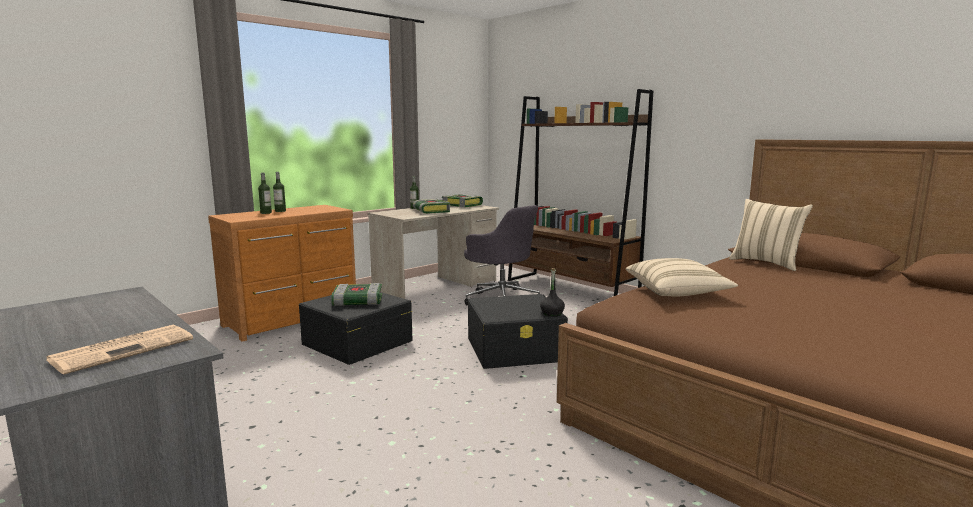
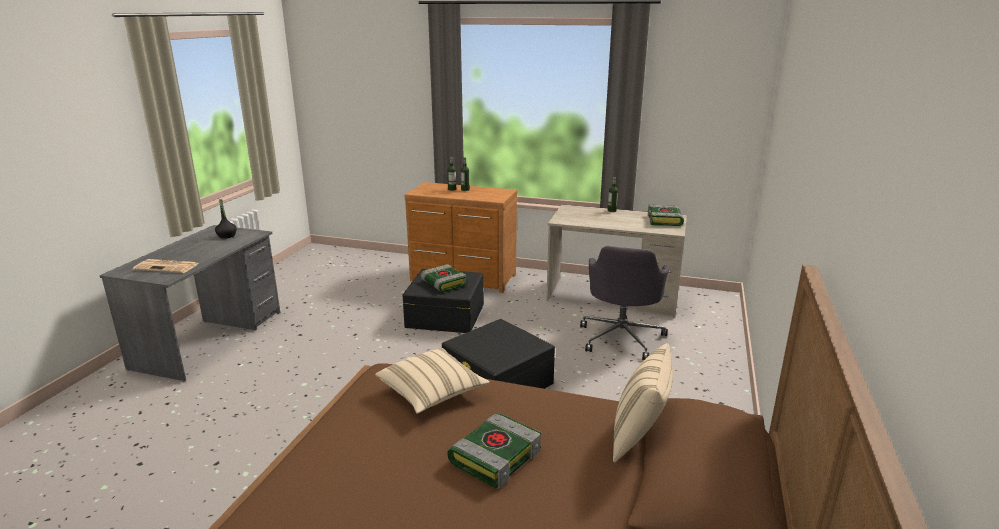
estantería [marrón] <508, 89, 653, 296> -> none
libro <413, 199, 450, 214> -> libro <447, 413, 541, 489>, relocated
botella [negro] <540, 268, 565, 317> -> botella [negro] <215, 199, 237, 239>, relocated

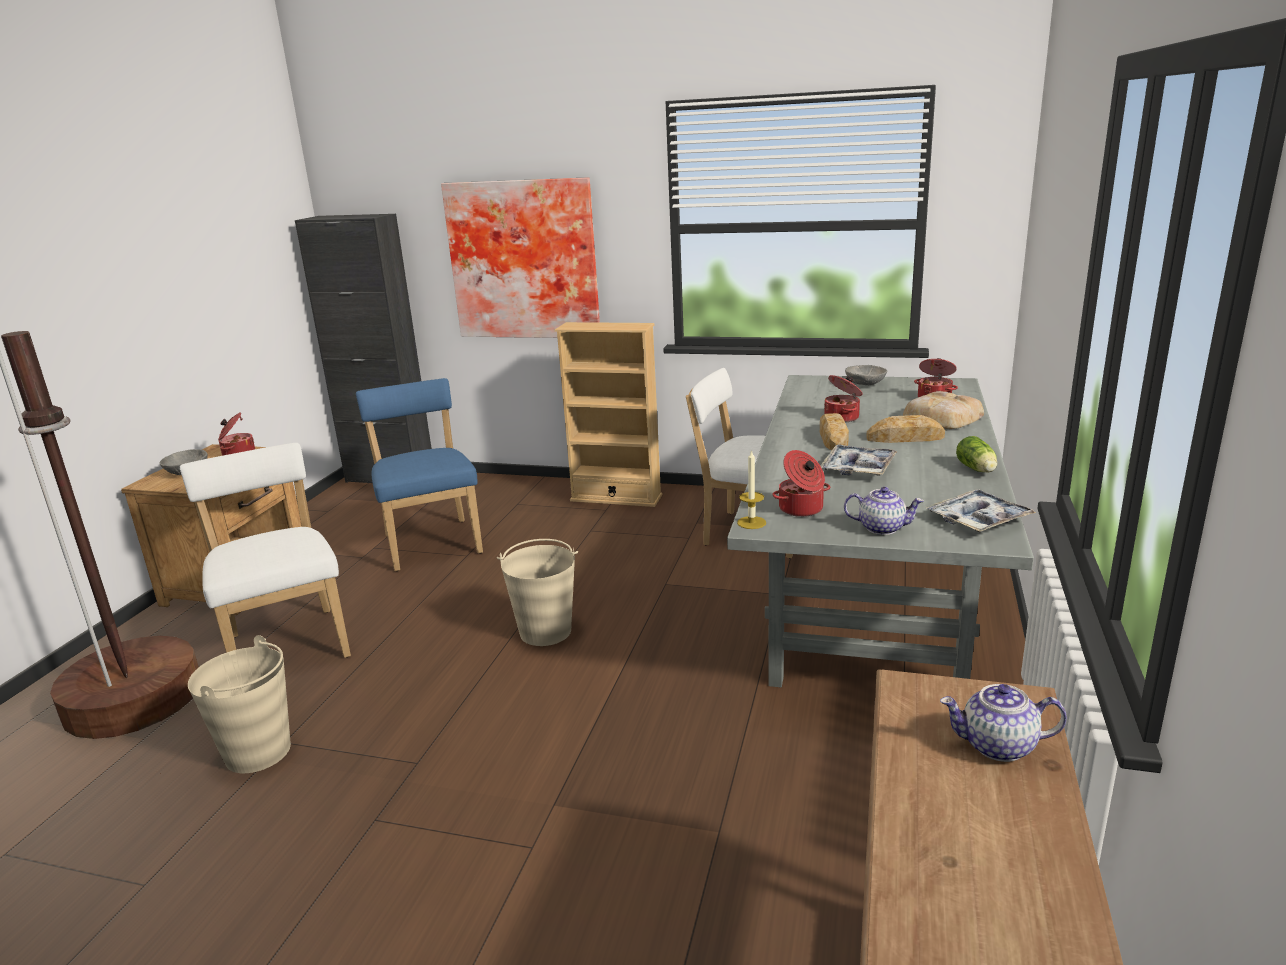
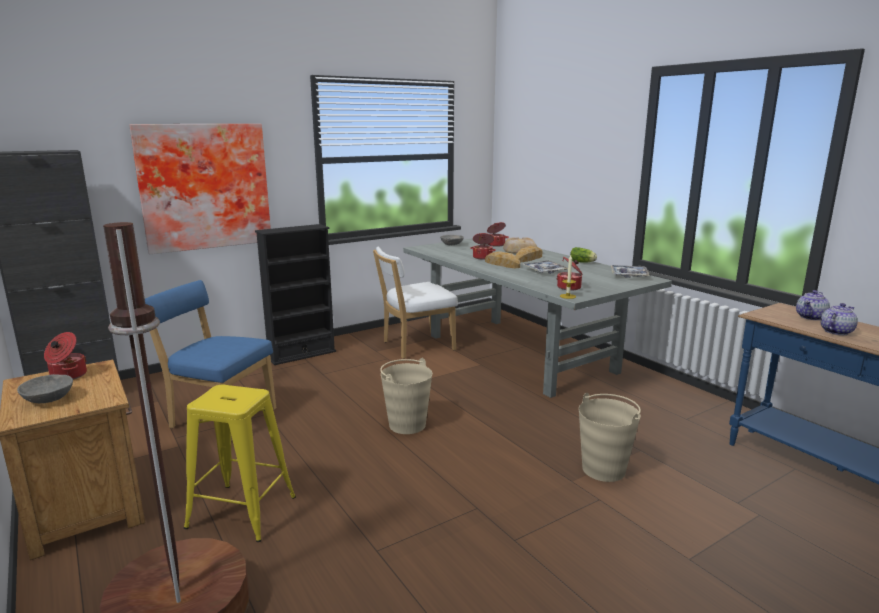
cubo [beis] <188, 635, 291, 773> -> cubo [beis] <579, 393, 641, 482>, relocated
tetera <844, 487, 924, 535> -> tetera <820, 303, 858, 335>, relocated
silla [blanco] <180, 443, 351, 658> -> taburete [amarillo] <184, 385, 296, 542>
estantería [beis] <555, 322, 662, 507> -> estantería [negro] <255, 224, 336, 365>

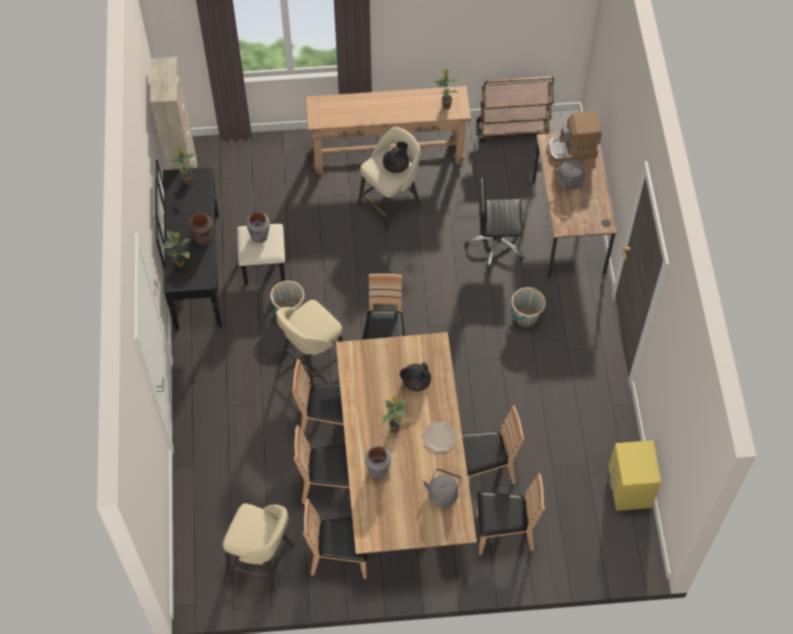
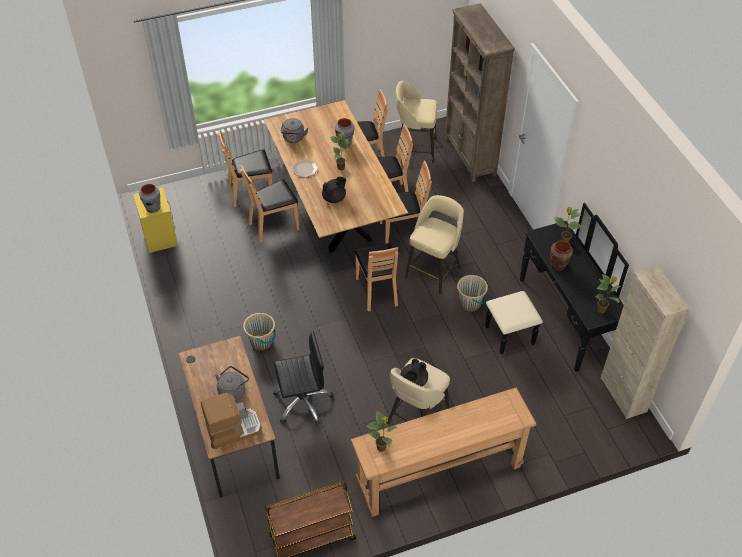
none -> estantería [marrón] <444, 3, 515, 182>
florero [gris] <246, 212, 270, 243> -> florero [gris] <139, 184, 161, 213>, relocated

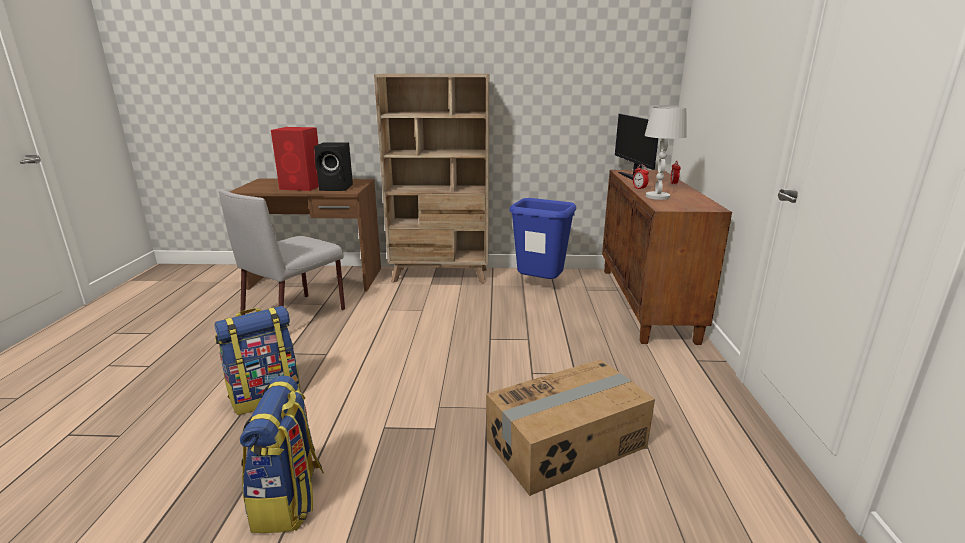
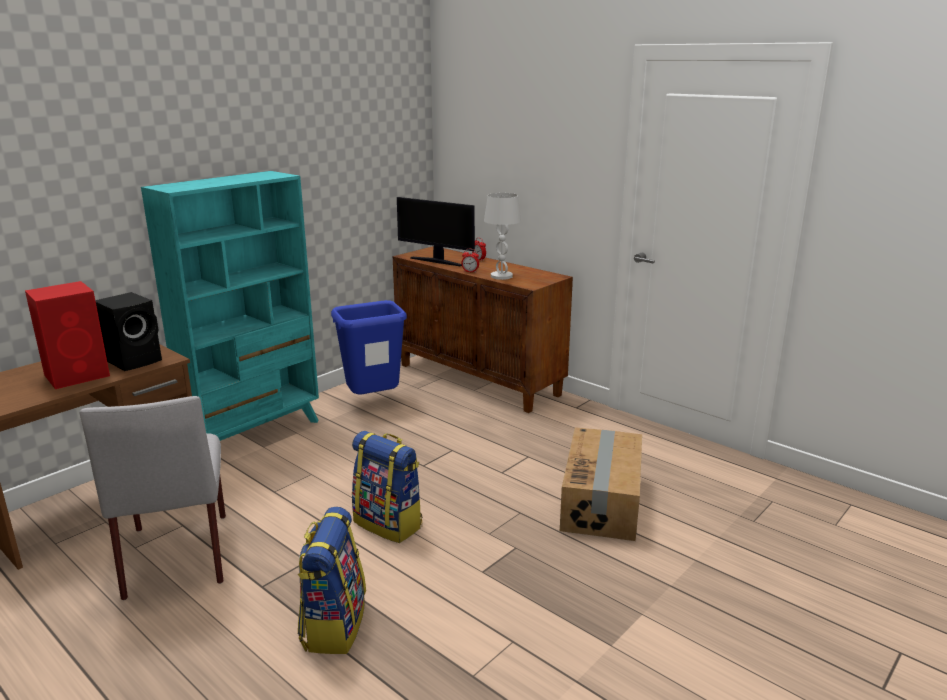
mochila <240, 375, 324, 533> -> mochila <352, 431, 422, 543>, relocated
estantería [beis] <374, 74, 489, 284> -> estantería [turquesa] <141, 171, 319, 441>

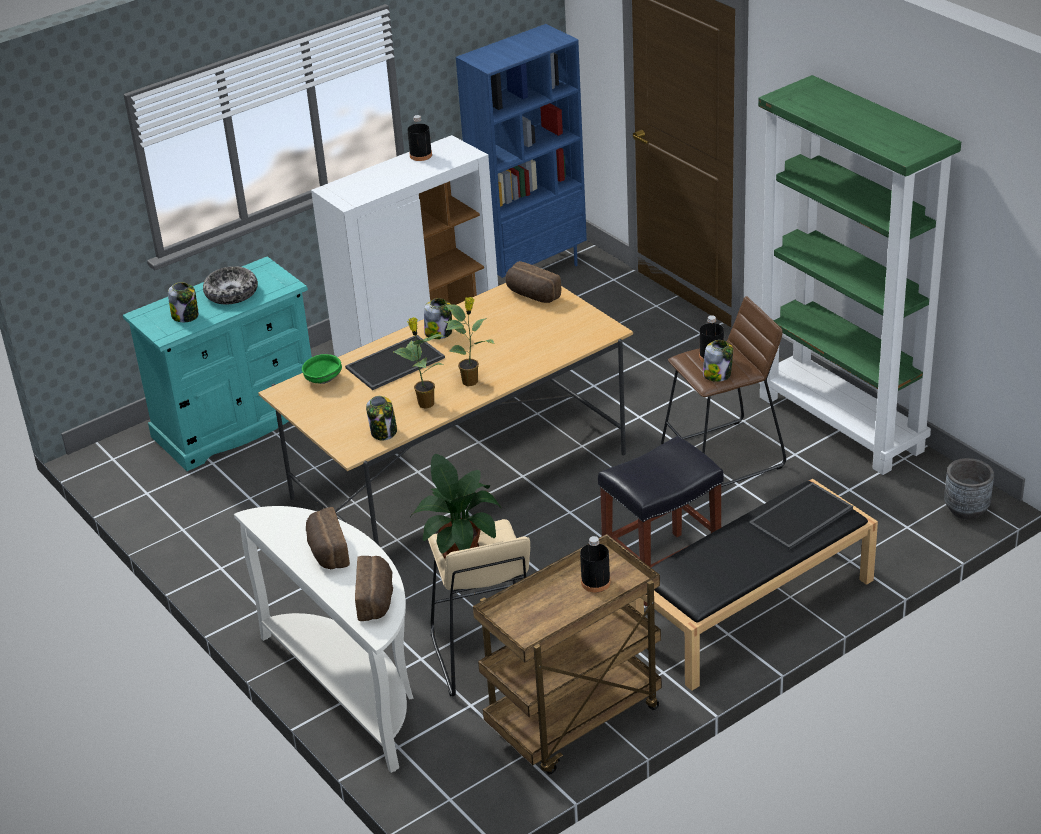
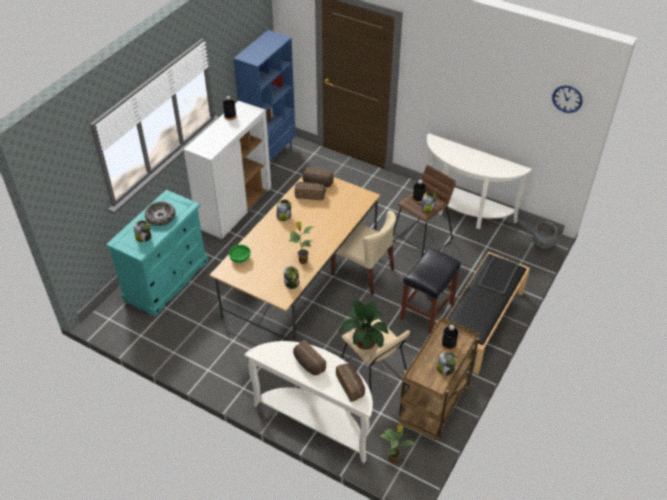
bandeja <345, 335, 445, 390> -> none
none -> pan <295, 182, 326, 200>
none -> silla [beis] <331, 211, 396, 295>
none -> tarro <437, 351, 457, 375>
none -> reloj de pared <552, 85, 583, 113>
planta en maceta <444, 297, 495, 386> -> planta en maceta <380, 425, 415, 463>, relocated
estantería [verde] <758, 75, 961, 475> -> mesa consola [blanco] <427, 133, 532, 229>

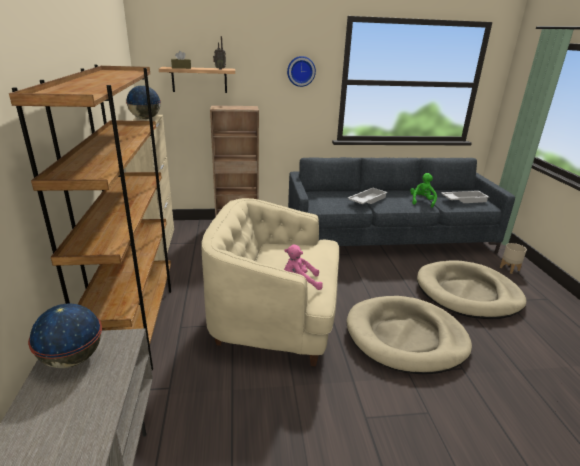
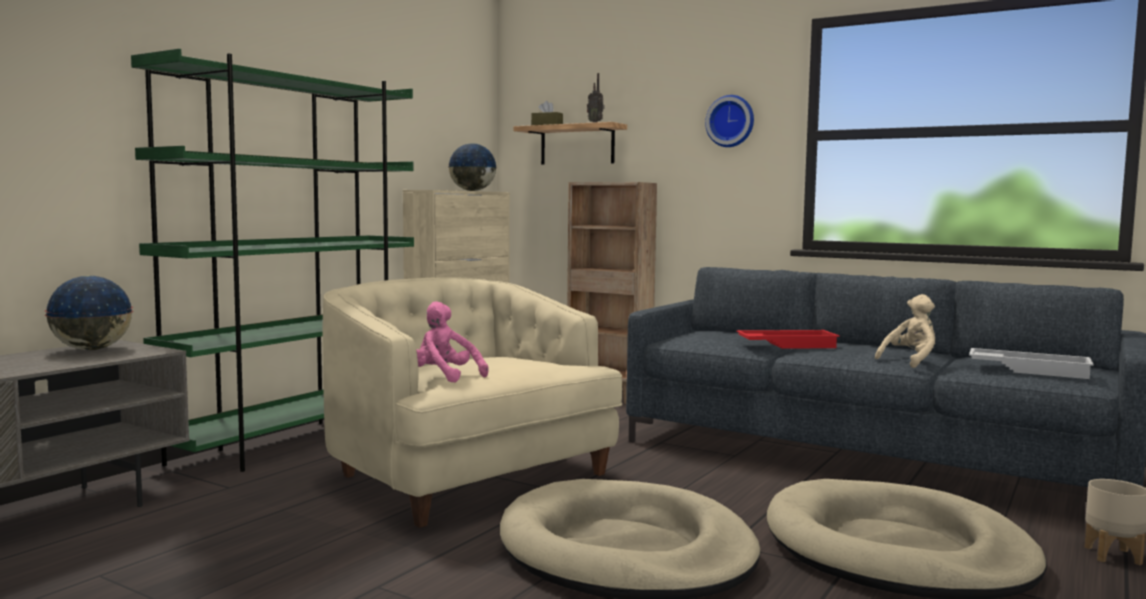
estantería [marrón] <9, 65, 171, 370> -> estantería [verde] <131, 49, 414, 472>
bandeja [blanco] <348, 188, 388, 204> -> bandeja [rojo] <736, 330, 840, 349>
peluche [verde] <410, 173, 437, 208> -> peluche [beis] <875, 294, 935, 368>

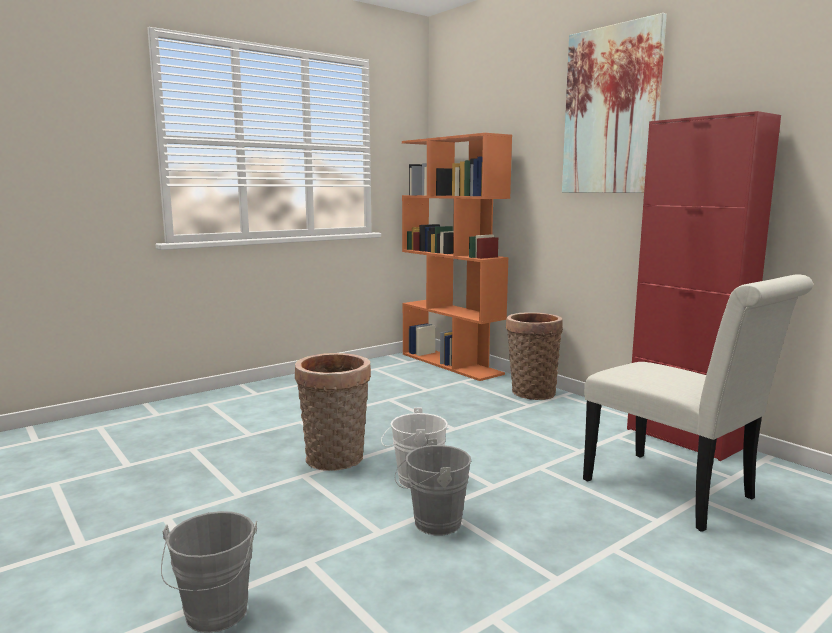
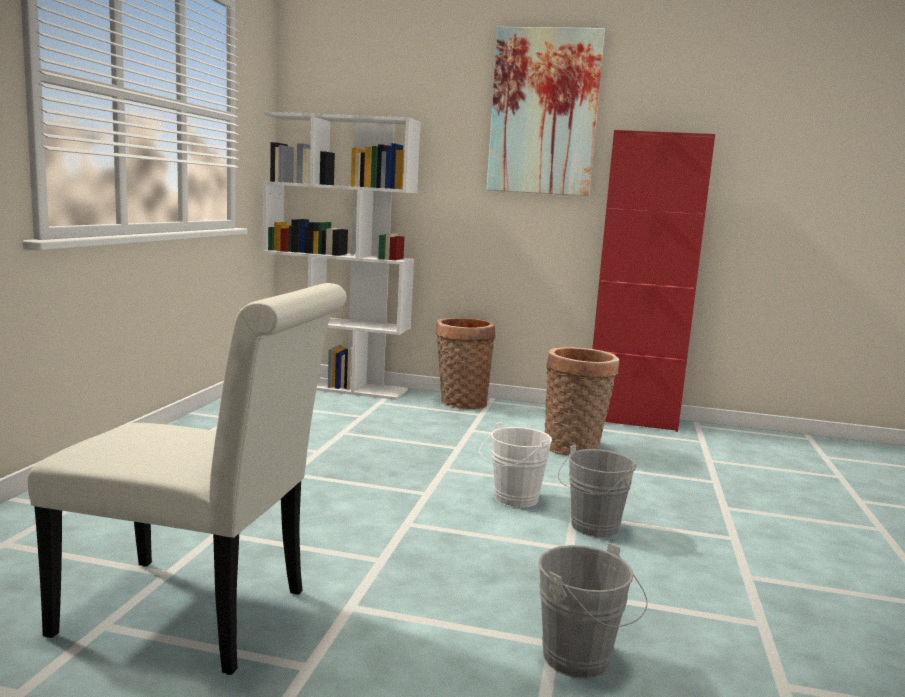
cesta <295, 353, 371, 471> -> cesta <544, 347, 619, 456>, relocated
silla [blanco] <583, 274, 813, 531> -> silla [blanco] <27, 283, 347, 675>, relocated
estantería [naranja] <402, 133, 512, 381> -> estantería [blanco] <263, 112, 421, 400>

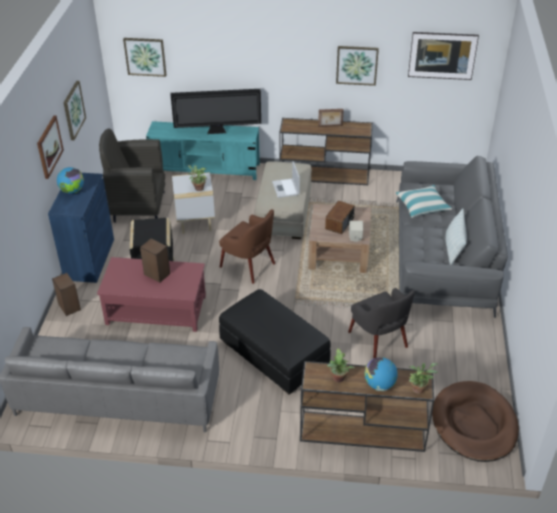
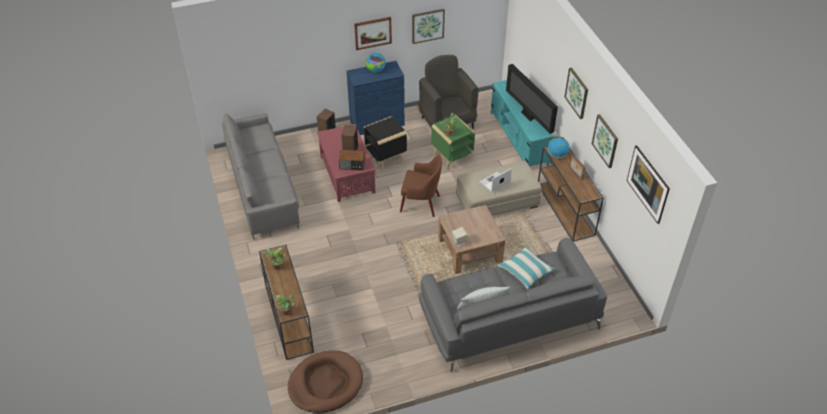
puf [negro] <219, 289, 331, 395> -> none
sillón [gris] <348, 288, 415, 359> -> none
cuadro <123, 38, 167, 77> -> cuadro <565, 67, 588, 119>, relocated
radio <325, 201, 355, 234> -> radio <339, 150, 365, 171>, relocated
globo terráqueo <365, 357, 398, 391> -> globo terráqueo <548, 137, 570, 158>, relocated
mesa auxiliar [blanco] <172, 172, 215, 234> -> mesa auxiliar [verde] <431, 115, 475, 170>
sillón [marrón] <219, 209, 275, 284> -> sillón [marrón] <400, 155, 442, 217>, 90 degrees counterclockwise

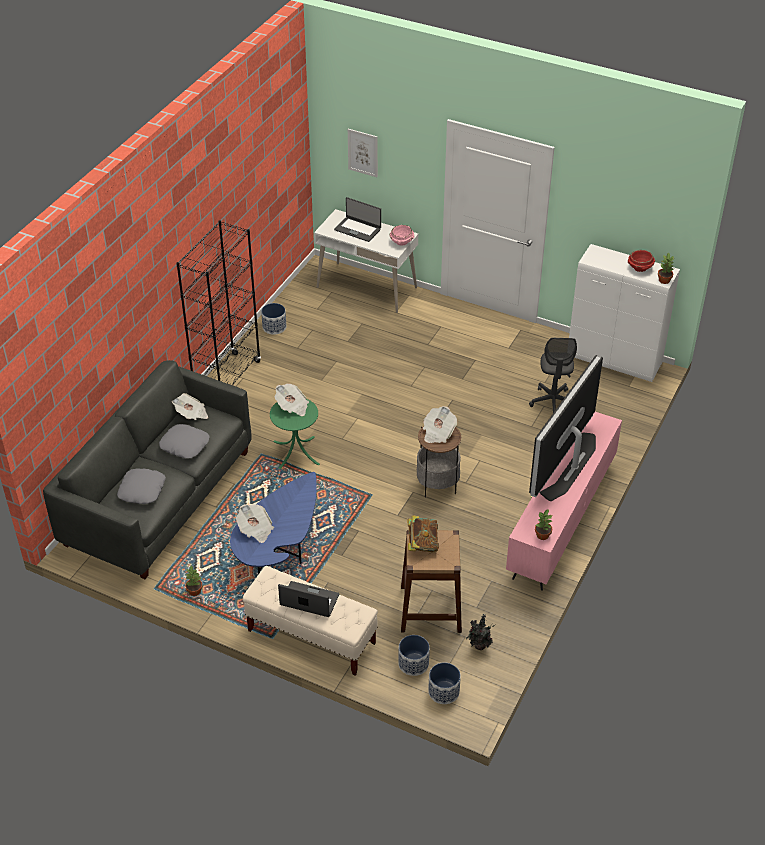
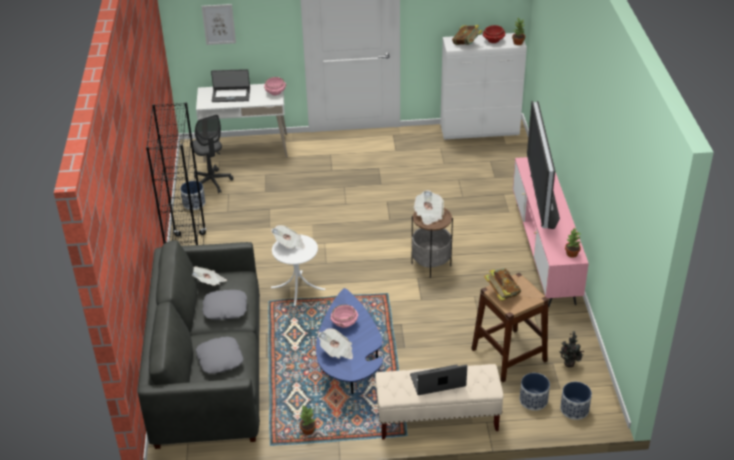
none -> cuenco [rosa] <330, 305, 358, 328>
none -> libro <452, 25, 482, 45>
silla de oficina [gris] <529, 338, 577, 413> -> silla de oficina [gris] <193, 115, 233, 193>, relocated
mesa auxiliar [verde] <270, 399, 320, 469> -> mesa auxiliar [blanco] <271, 234, 325, 306>

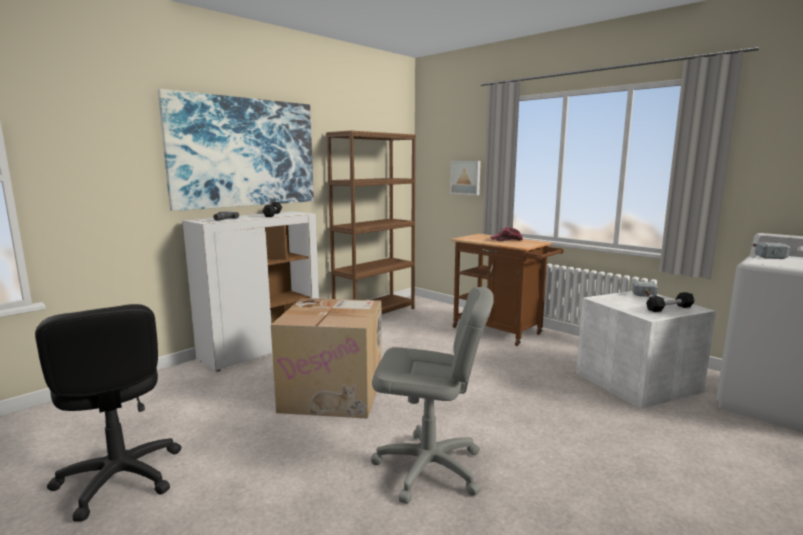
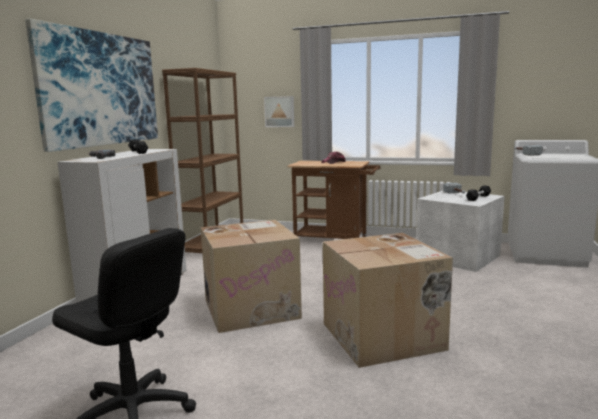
silla de oficina [gris] <371, 287, 494, 504> -> caja de cartón <323, 233, 453, 368>

